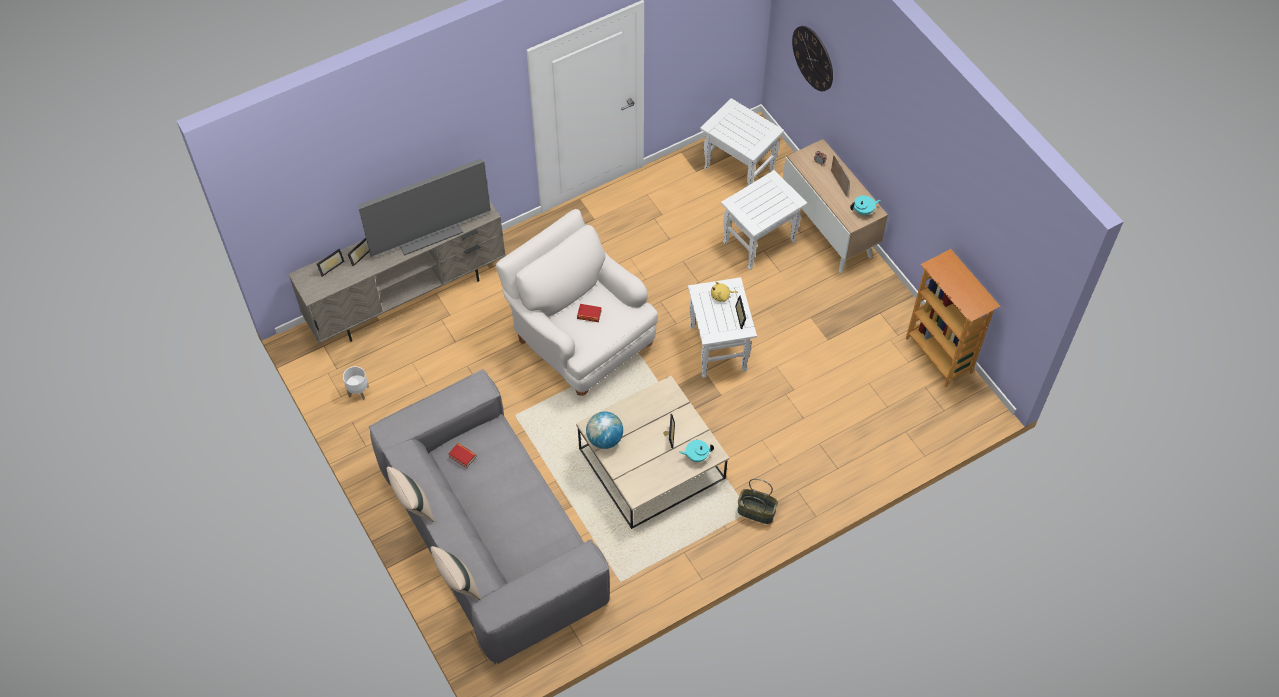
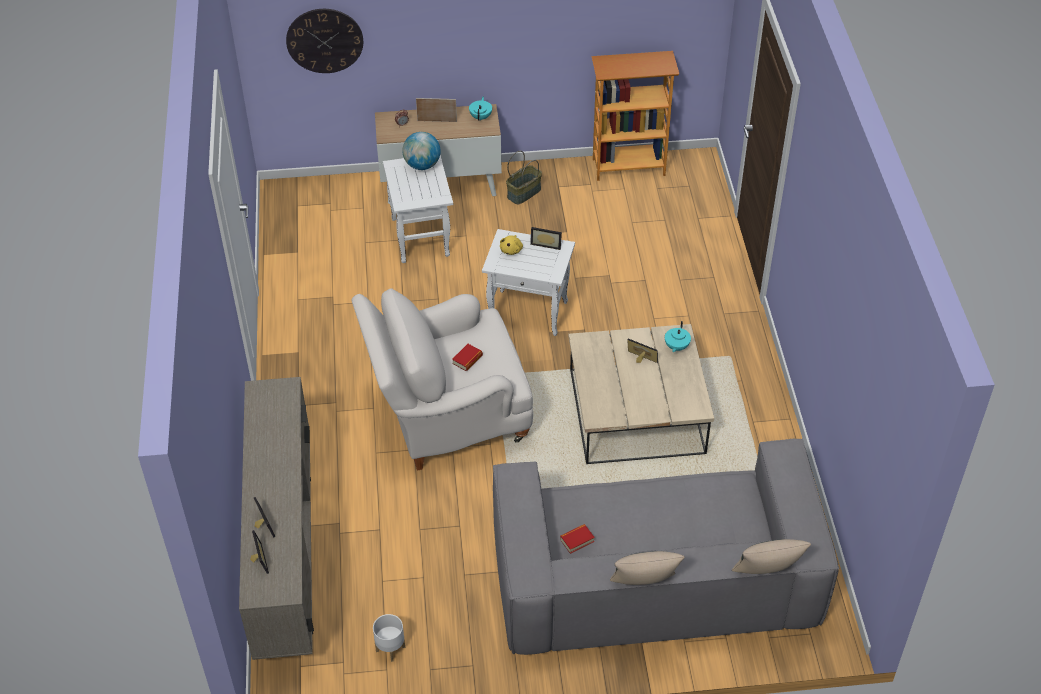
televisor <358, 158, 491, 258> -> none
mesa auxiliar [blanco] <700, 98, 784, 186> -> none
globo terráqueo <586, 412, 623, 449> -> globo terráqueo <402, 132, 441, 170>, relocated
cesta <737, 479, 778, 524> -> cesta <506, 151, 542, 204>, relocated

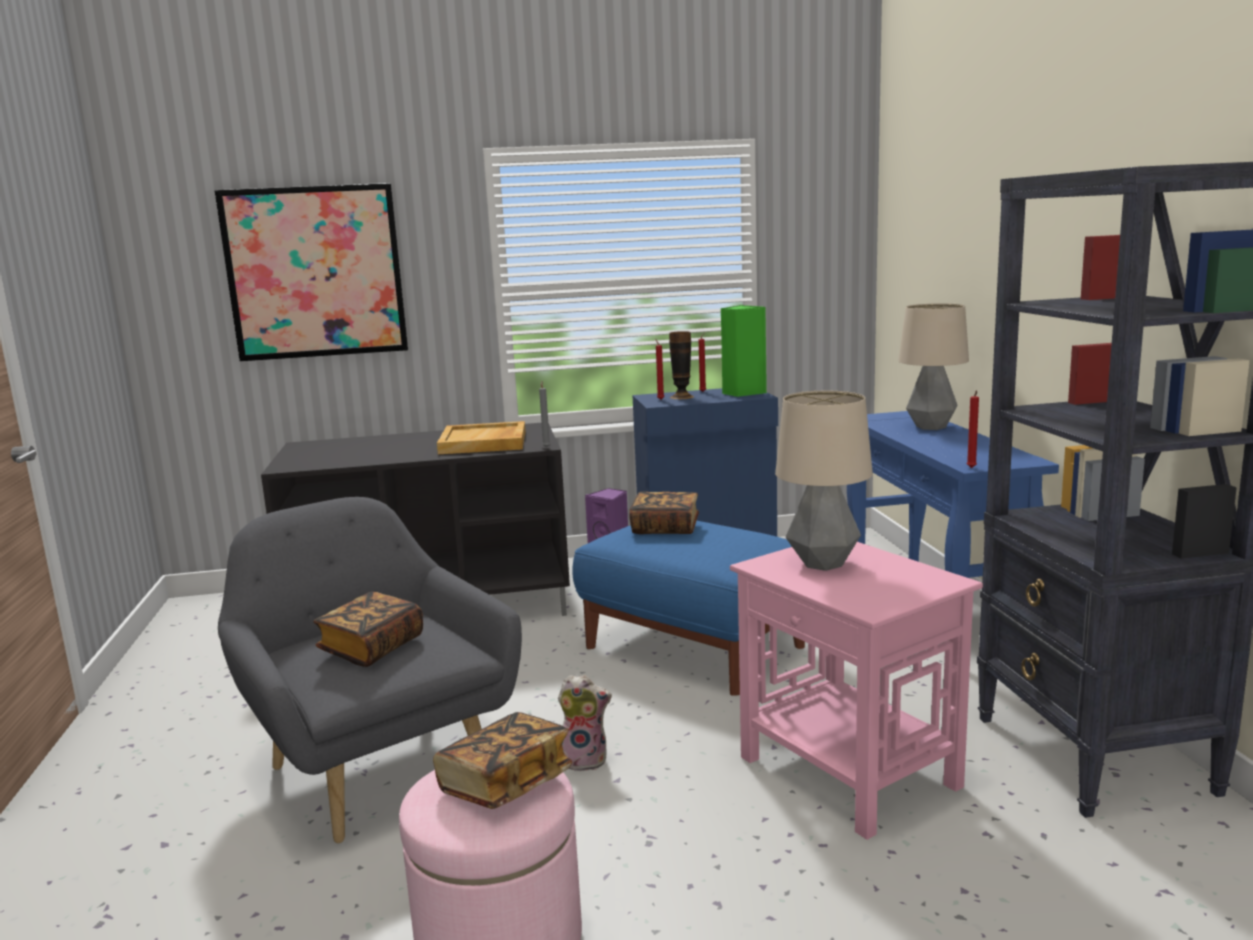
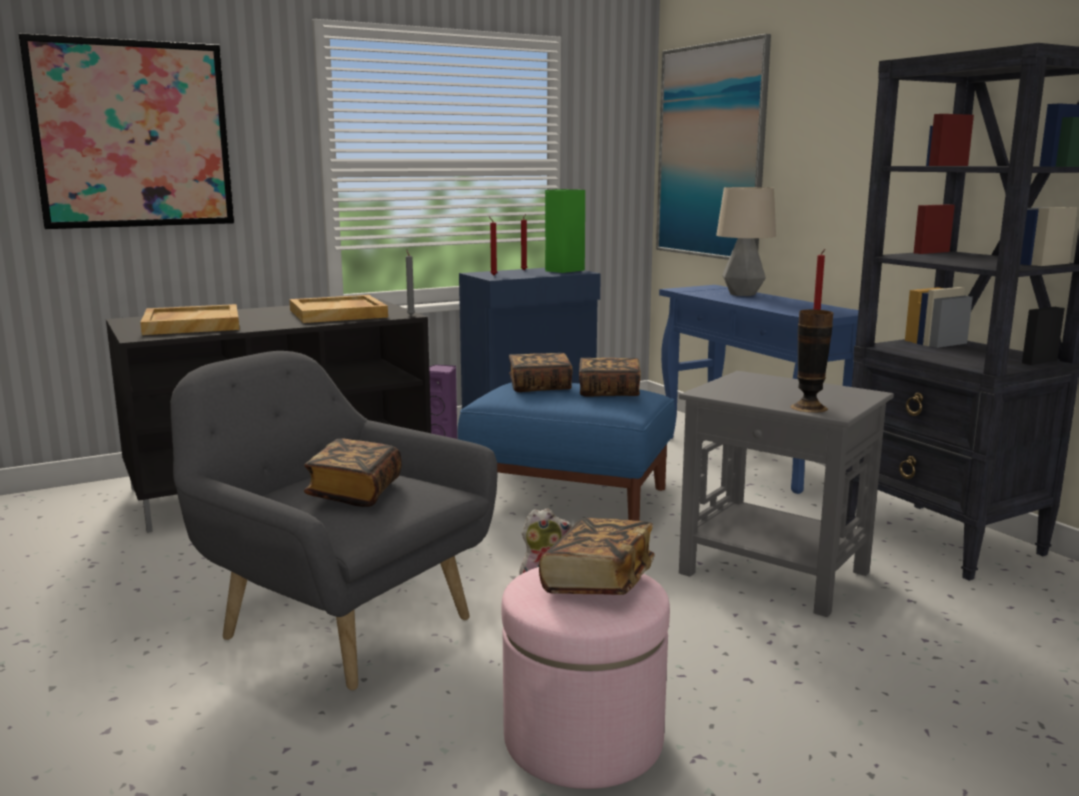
lámpara de mesa <775, 391, 873, 571> -> none
none -> bandeja [beis] <140, 304, 239, 335>
none -> libro <579, 358, 641, 397>
none -> cuadro <656, 34, 771, 260>
florero <669, 331, 694, 399> -> florero <790, 309, 833, 413>, relocated
mesa auxiliar [rosa] <730, 542, 983, 840> -> mesa auxiliar [gris] <679, 371, 894, 617>

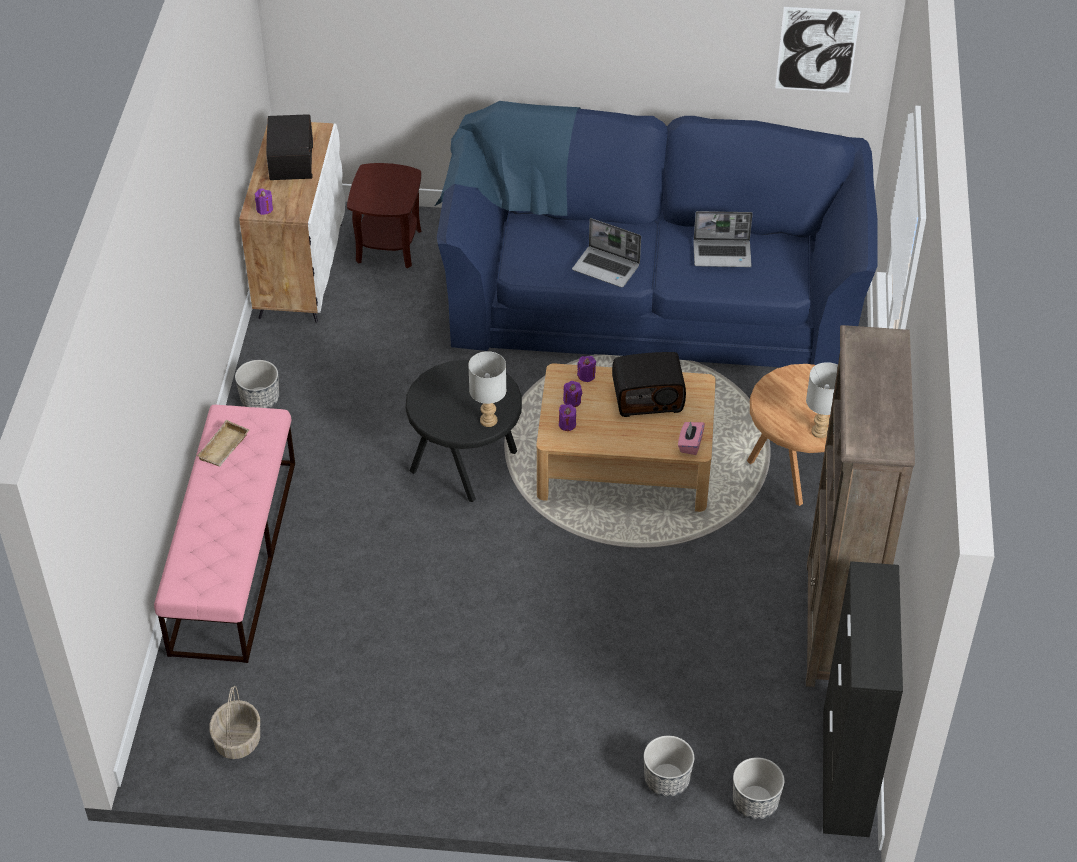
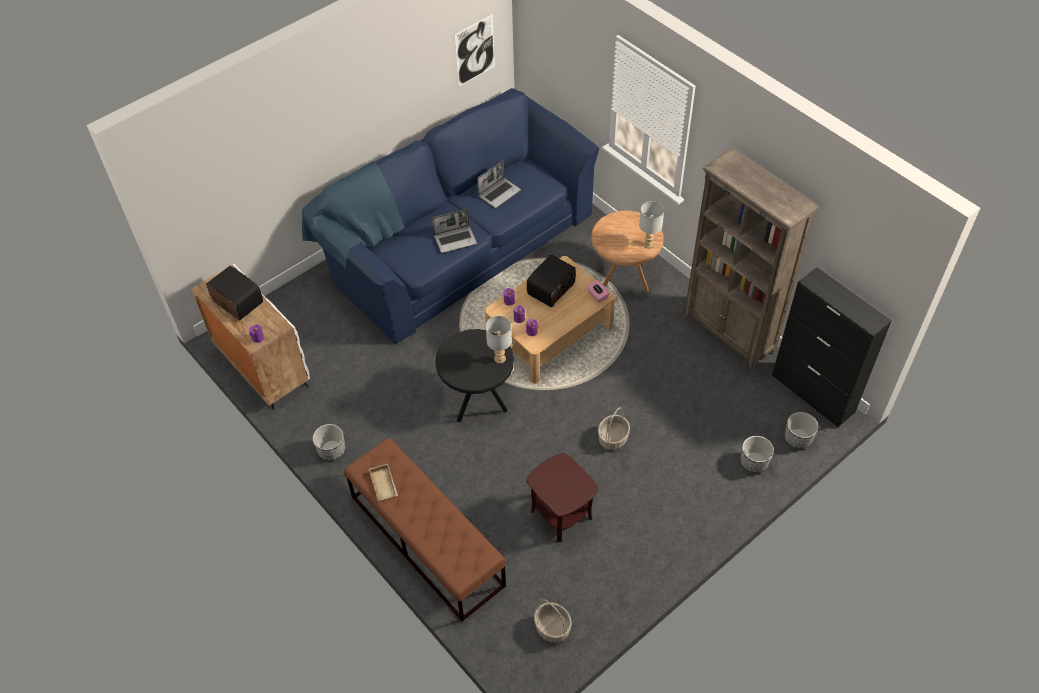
none -> cesta <598, 407, 630, 450>
mesa auxiliar [marrón] <347, 163, 421, 268> -> mesa auxiliar [marrón] <526, 453, 598, 542>, relocated
banco [rosa] <154, 405, 295, 663> -> banco [marrón] <344, 438, 506, 621>

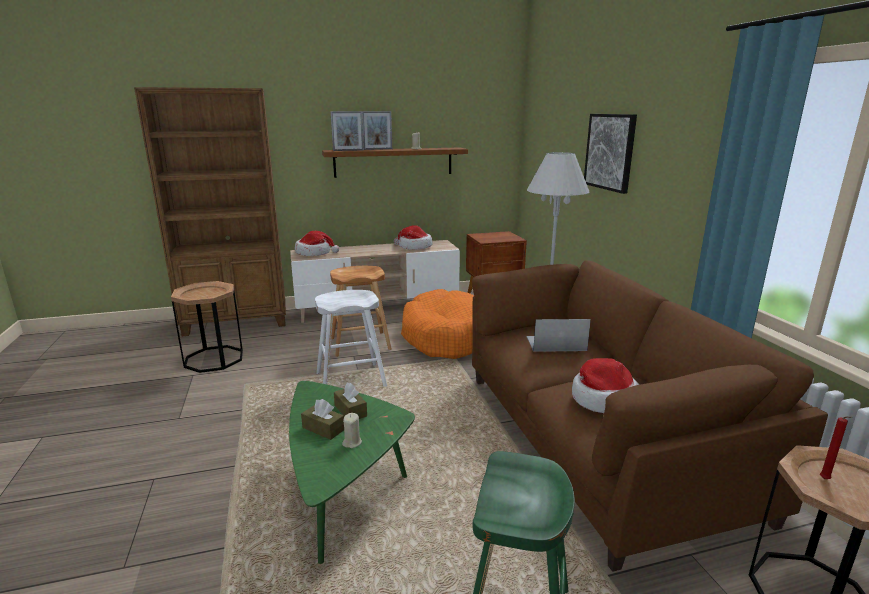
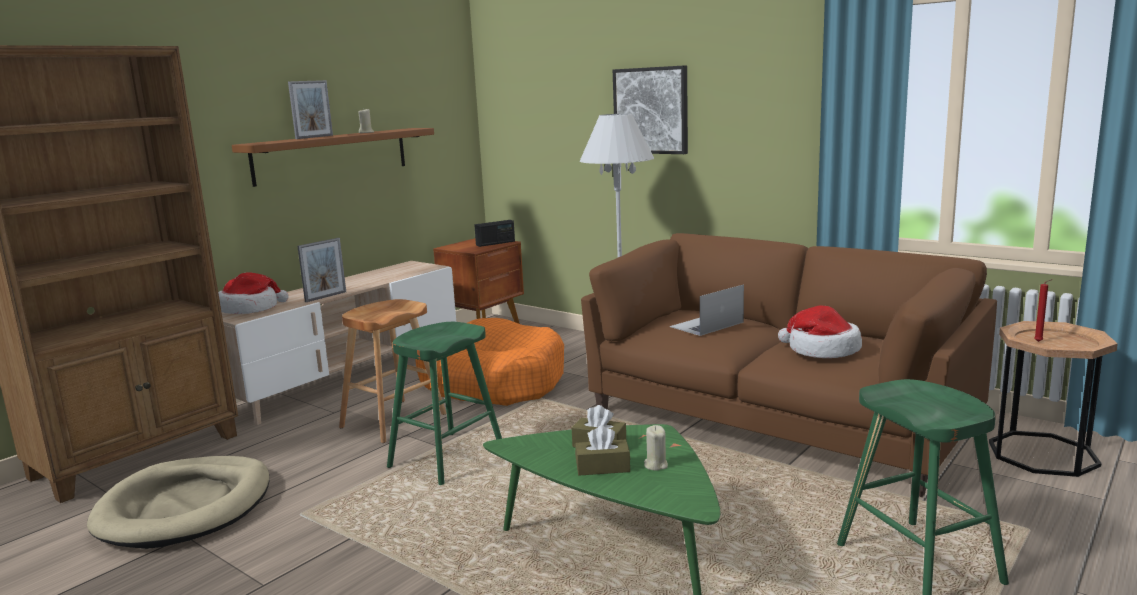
sombrero <394, 225, 433, 250> -> none
none -> radio <474, 220, 515, 247>
portarretratos <330, 111, 364, 151> -> portarretratos <297, 238, 346, 302>, relocated
mesa auxiliar [marrón] <171, 281, 243, 373> -> cama para perro [beis] <87, 456, 270, 549>
taburete [blanco] <315, 290, 387, 387> -> taburete [verde] <387, 322, 502, 485>

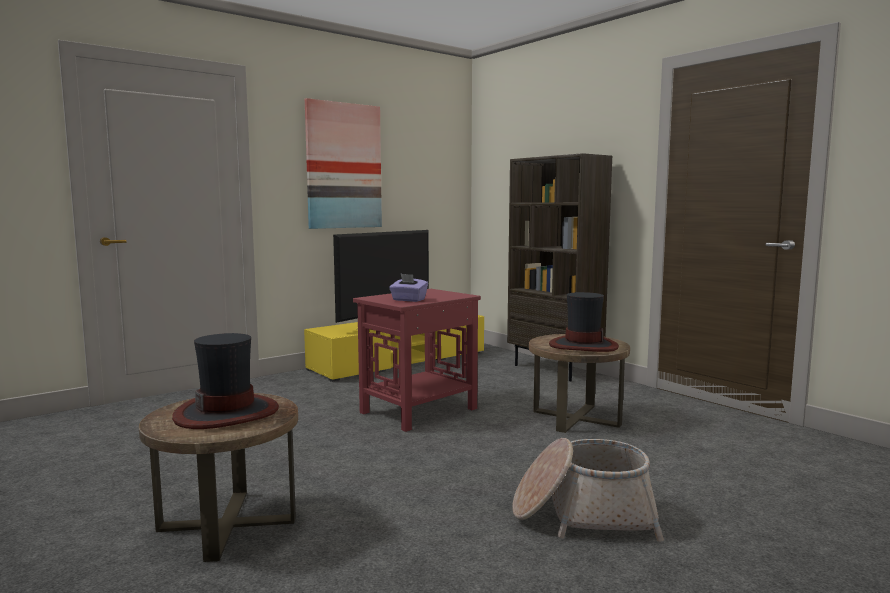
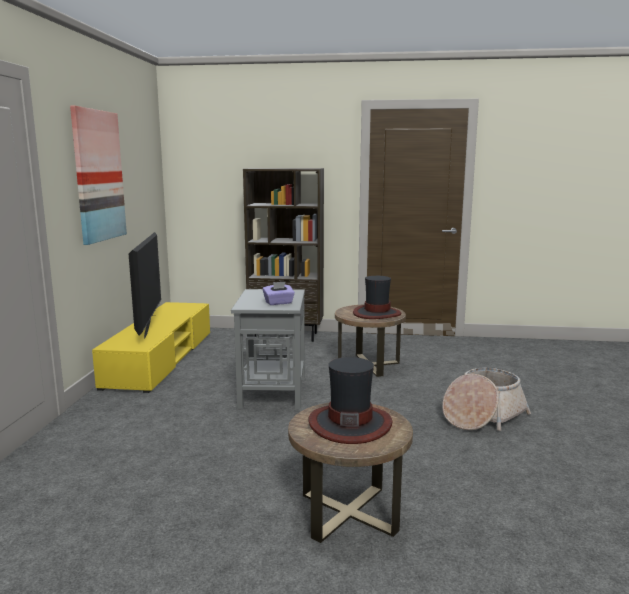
mesa auxiliar [rojo] <353, 289, 481, 432> -> mesa auxiliar [gris] <231, 289, 305, 409>

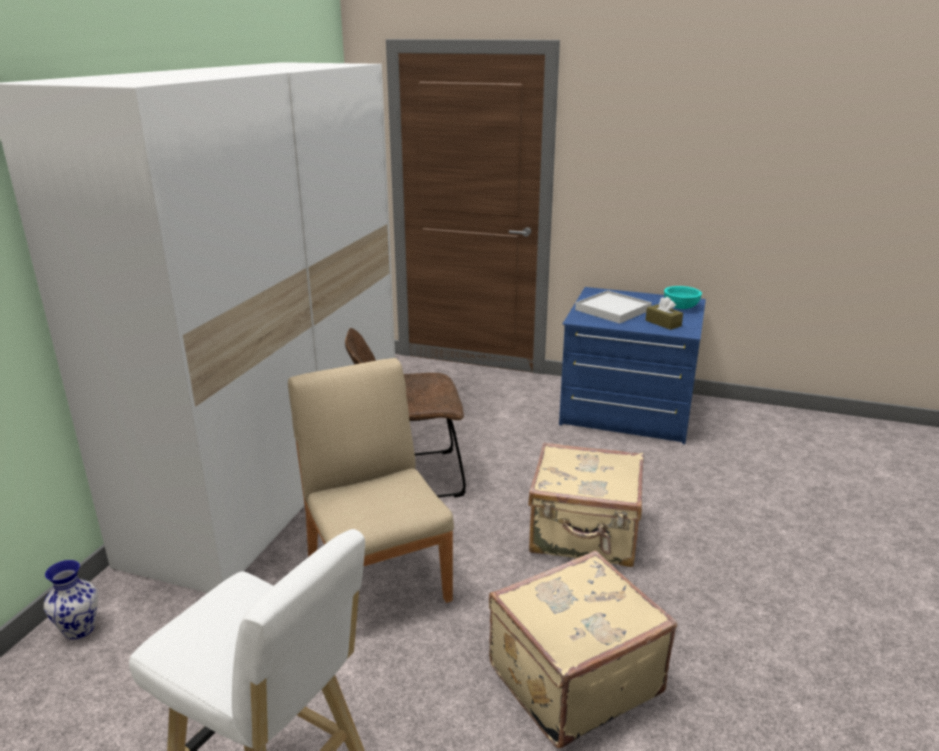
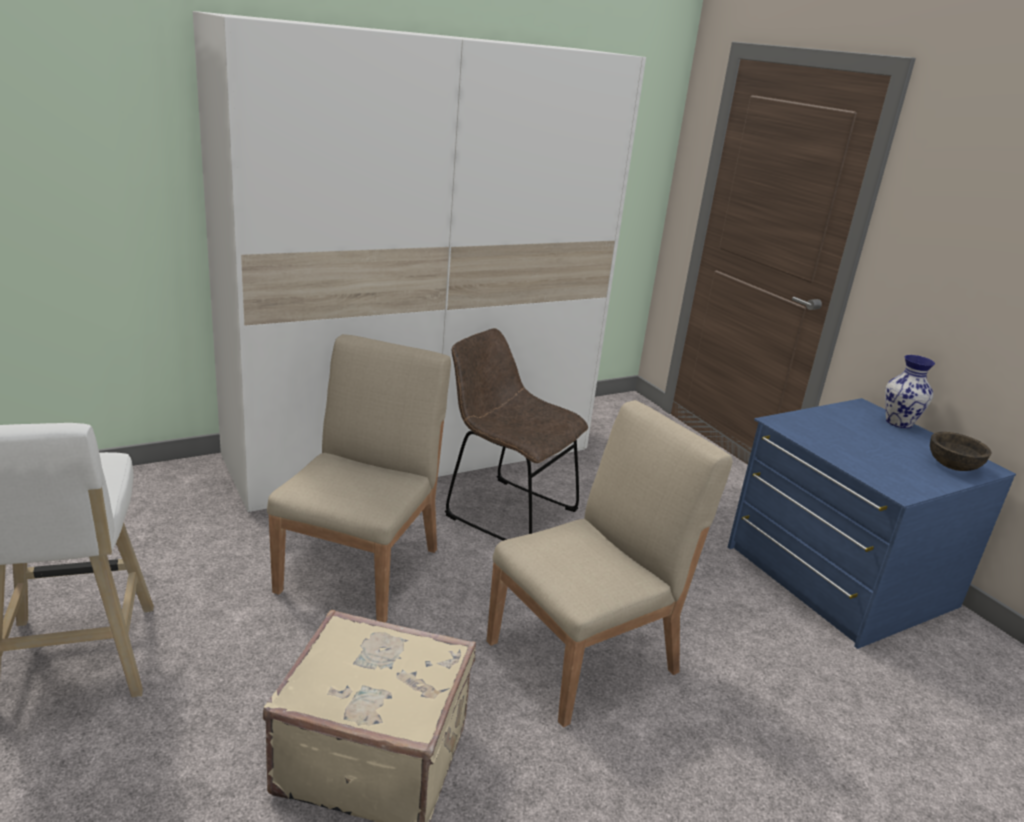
bandeja [blanco] <575, 290, 652, 324> -> none
caja de pañuelos [marrón] <646, 297, 683, 330> -> none
florero <44, 560, 98, 639> -> florero <885, 355, 935, 429>, relocated
maleta [beis] <528, 442, 644, 567> -> silla [beis] <487, 400, 733, 727>
cuenco [turquesa] <664, 286, 702, 309> -> cuenco [marrón] <930, 432, 991, 471>

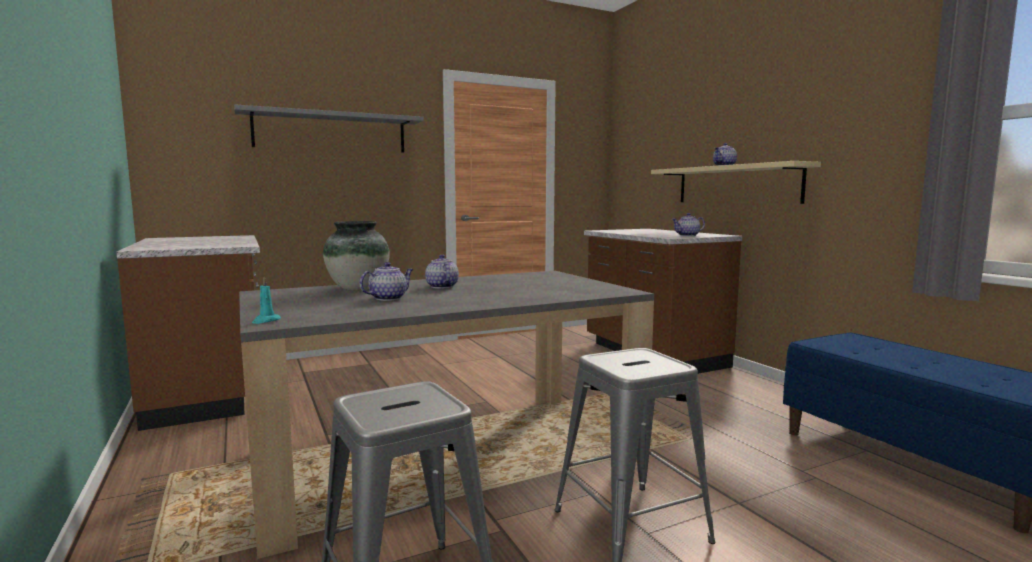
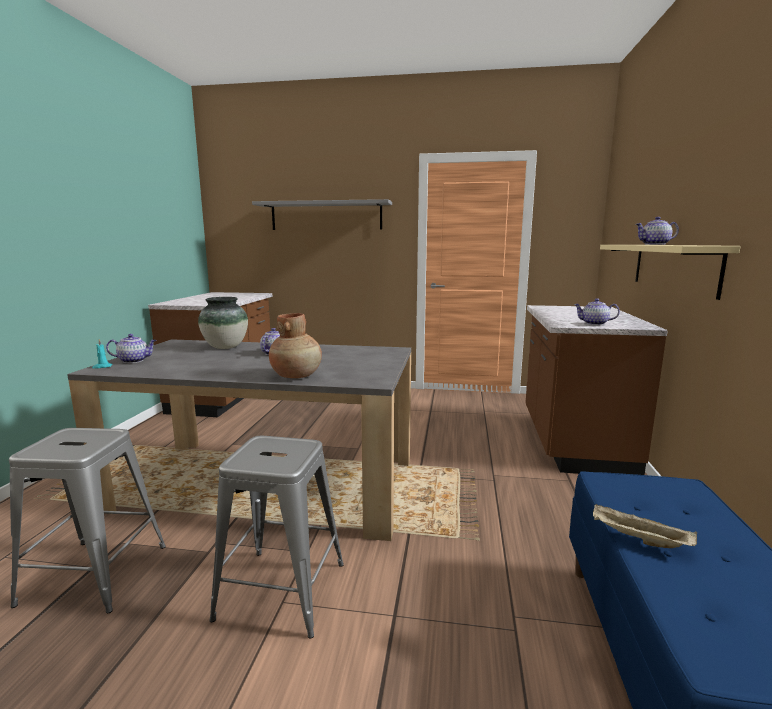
none -> florero [marrón] <269, 313, 322, 378>
none -> bandeja [beis] <593, 504, 697, 548>
tetera <359, 262, 413, 301> -> tetera <106, 334, 156, 363>, relocated

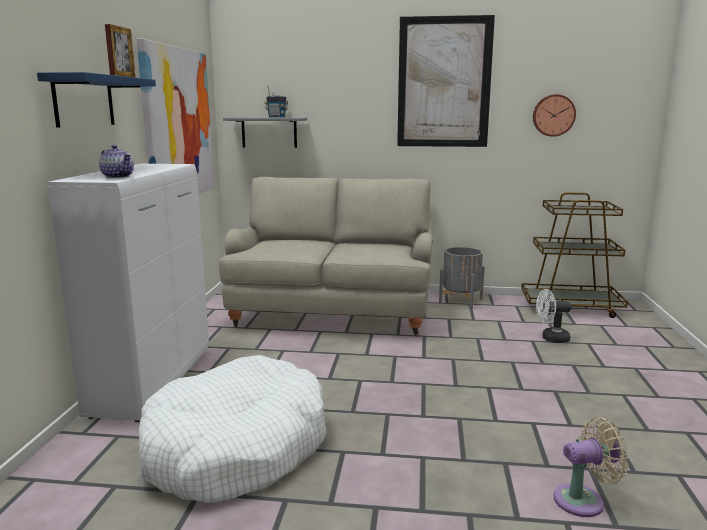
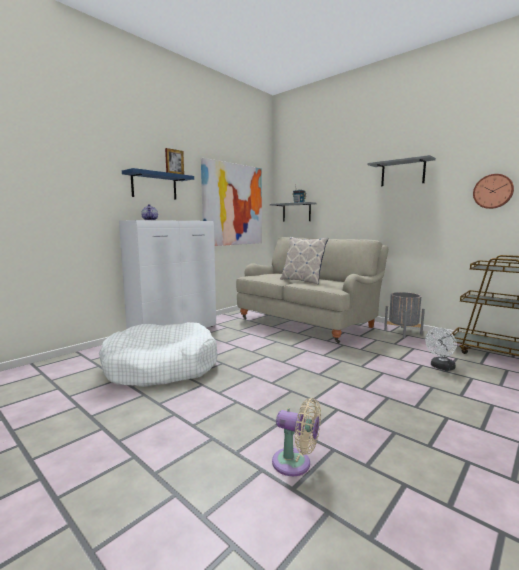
none -> cojín <280, 237, 328, 285>
cuadro <397, 15, 495, 147> -> estante [gris] <368, 155, 436, 186>
ventilador [blanco] <536, 289, 572, 343> -> ventilador [blanco] <425, 328, 457, 371>, 75 degrees counterclockwise

